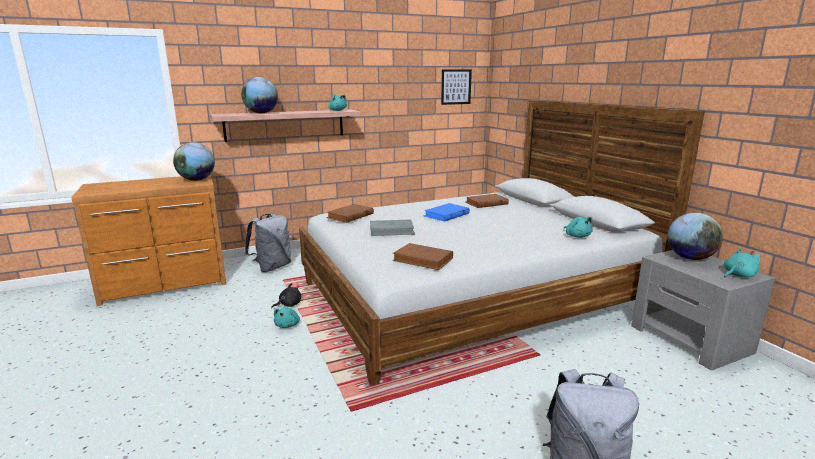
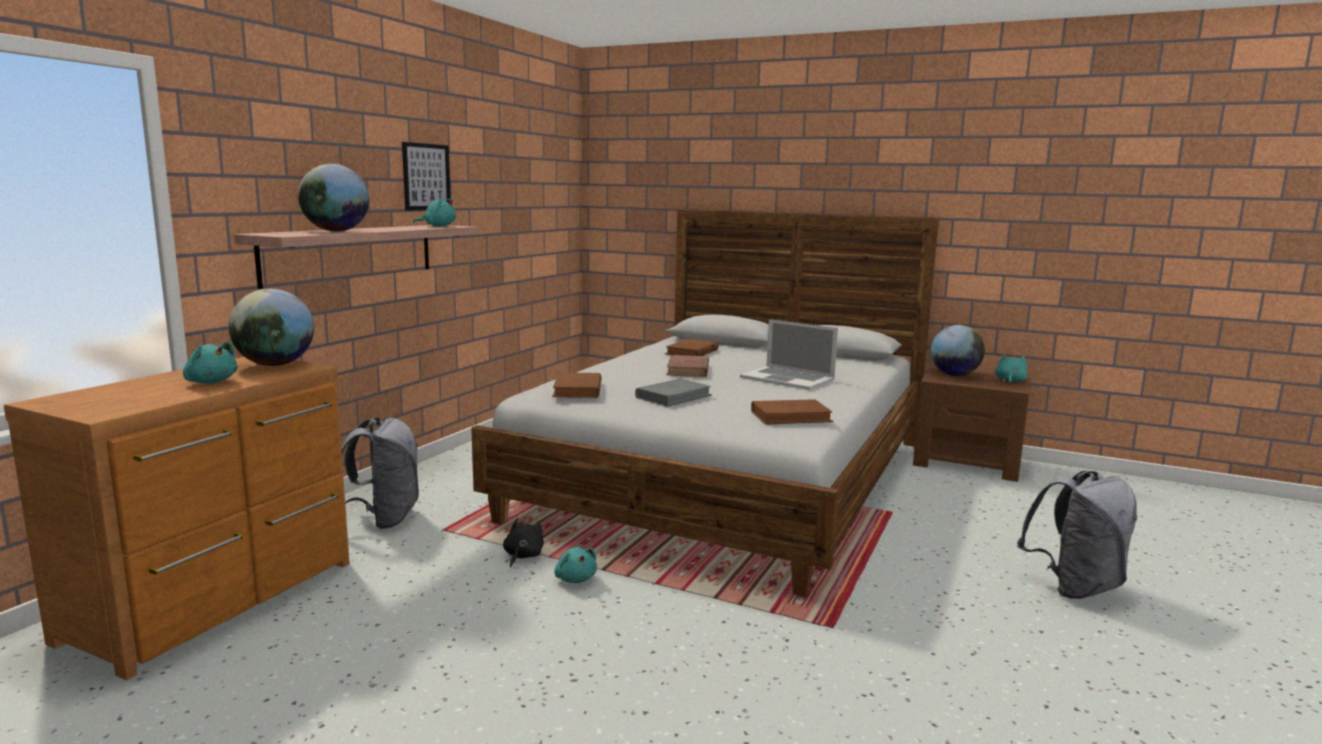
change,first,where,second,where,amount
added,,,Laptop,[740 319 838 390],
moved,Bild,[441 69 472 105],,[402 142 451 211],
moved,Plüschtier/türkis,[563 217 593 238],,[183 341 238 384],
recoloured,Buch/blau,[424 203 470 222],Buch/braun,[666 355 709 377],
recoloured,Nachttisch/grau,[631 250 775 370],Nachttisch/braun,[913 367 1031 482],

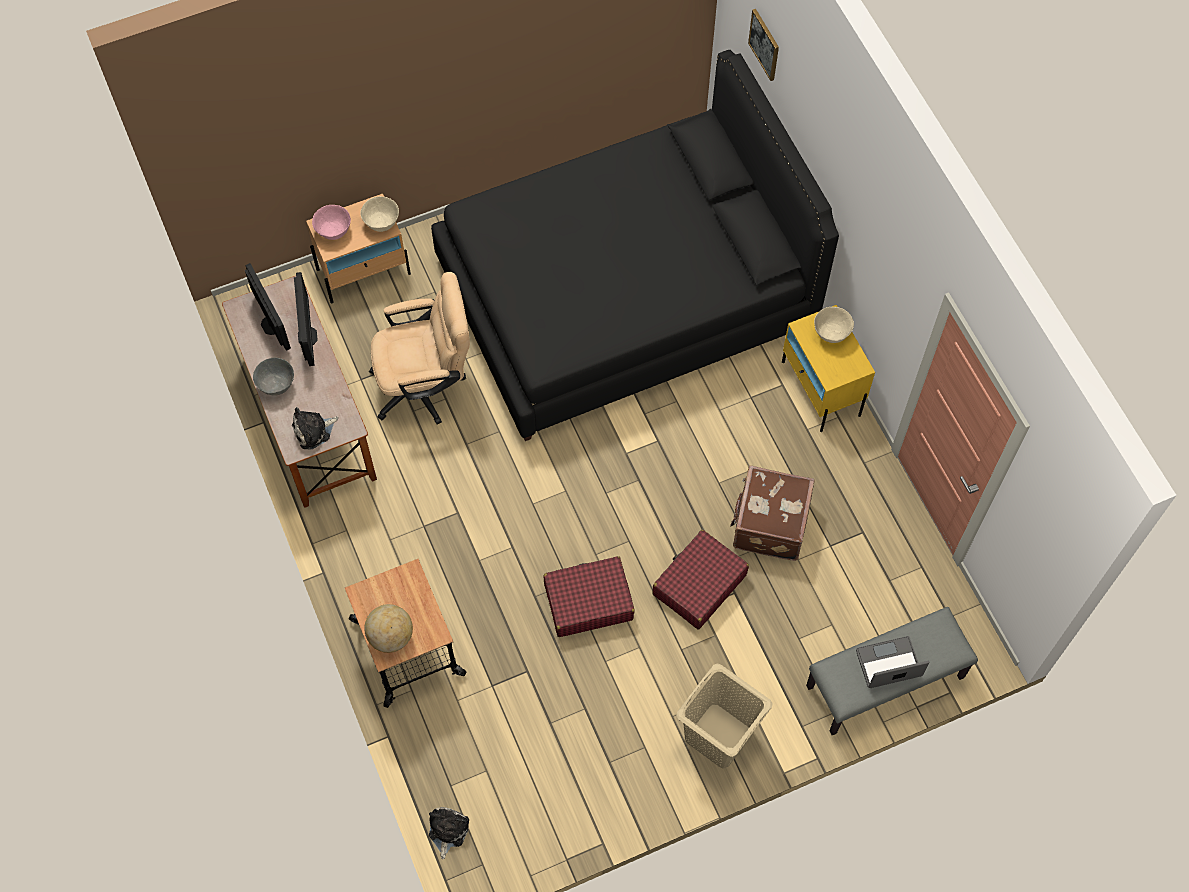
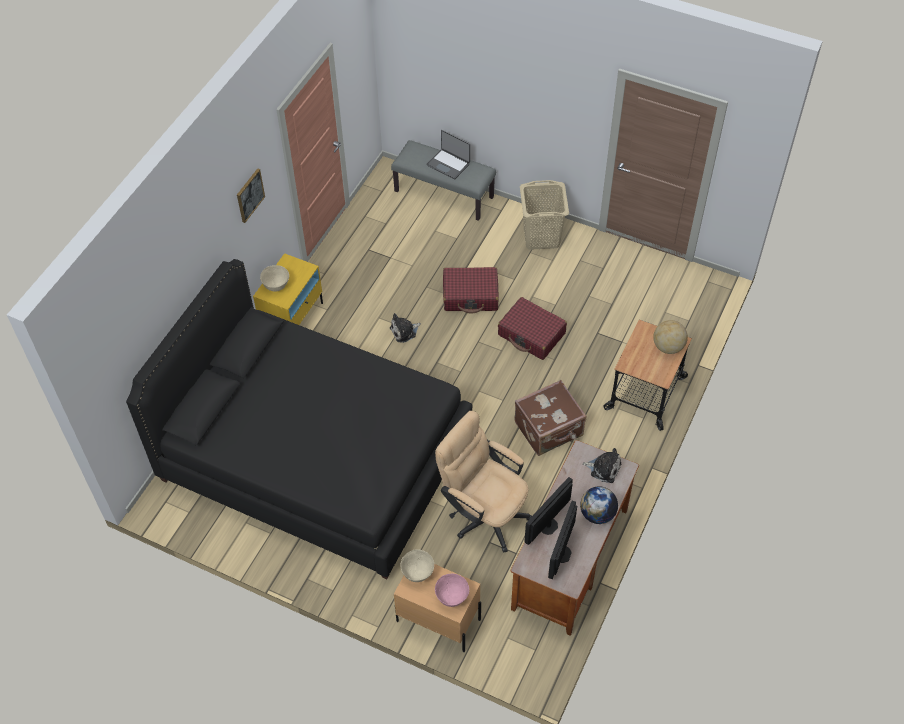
change,first,where,second,where,amount
moved,Plüschtier,[429 807 469 859],,[390 313 421 343],
moved,Koffer/braun,[730 465 815 561],,[515 380 586 456],
moved,Bild,[748 9 779 81],,[237 168 265 223],
replaced,Schüssel/grau,[253 358 294 396],Globus,[580 486 618 524],

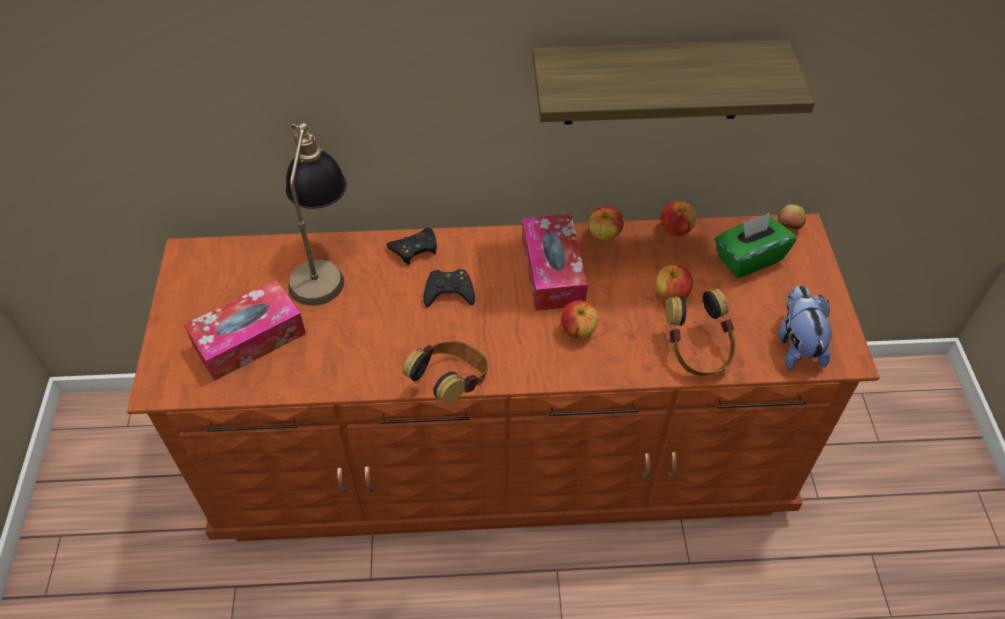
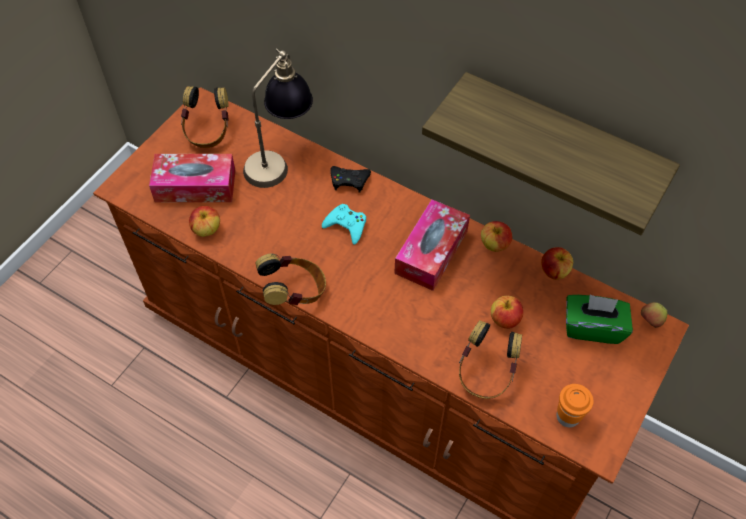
change,first,where,second,where,amount
added,,,Kopfhörer,[181 86 229 148],
moved,Apfel,[561 300 599 339],,[189 206 220 237],
replaced,Plüschtier,[778 285 831 370],Tasse/orange,[556 384 593 427],
recoloured,Gamepad/schwarz,[423 269 475 307],Gamepad/türkis,[322 204 366 245],

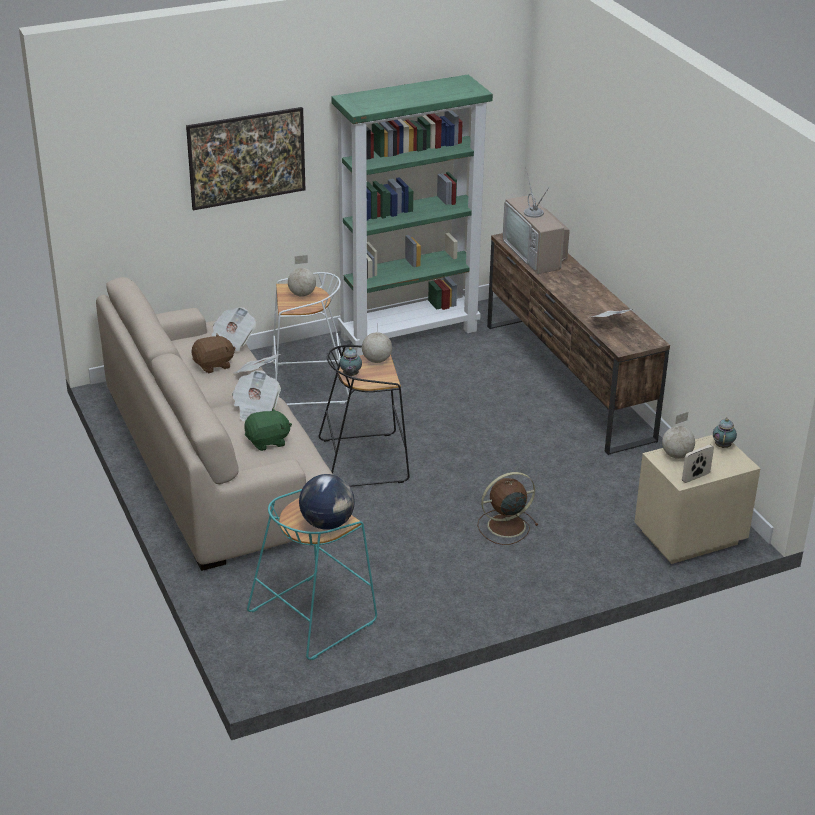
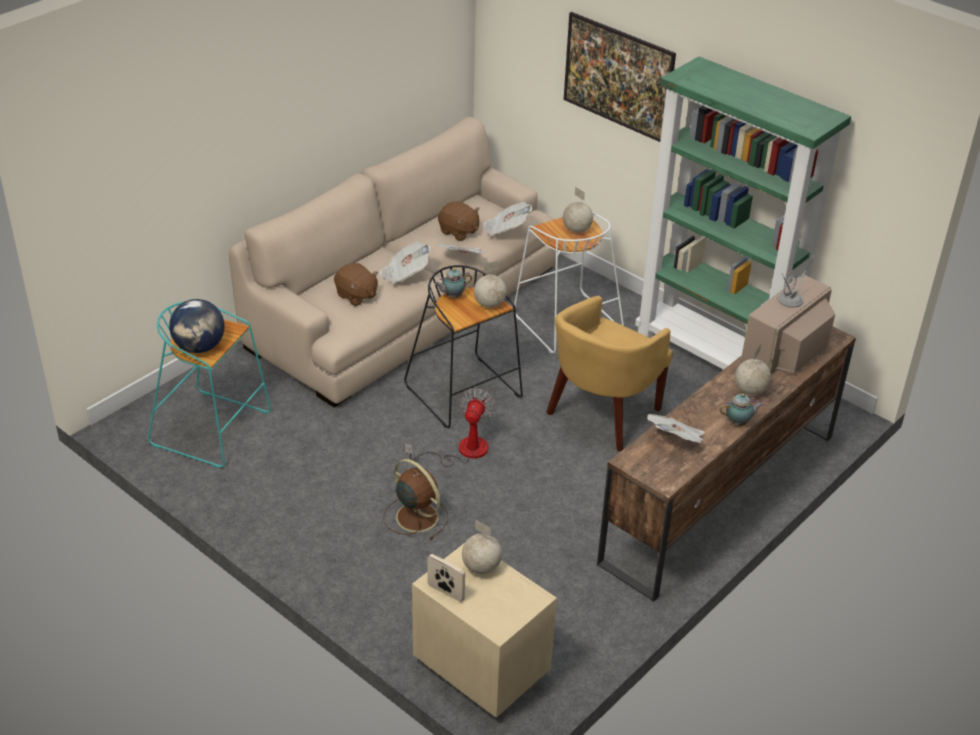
change,first,where,second,where,amount
added,,,Ventilator,[405 388 497 467],
added,,,Sessel/gelb,[547 296 673 451],
added,,,Globus,[735 343 771 395],
moved,Teekanne,[713 418 737 448],,[719 393 764 426],
recoloured,Plüschtier/grün,[244 407 292 451],Plüschtier/braun,[334 263 378 306],

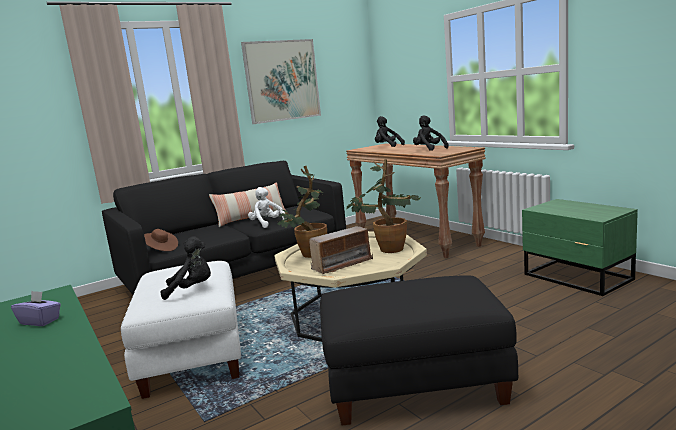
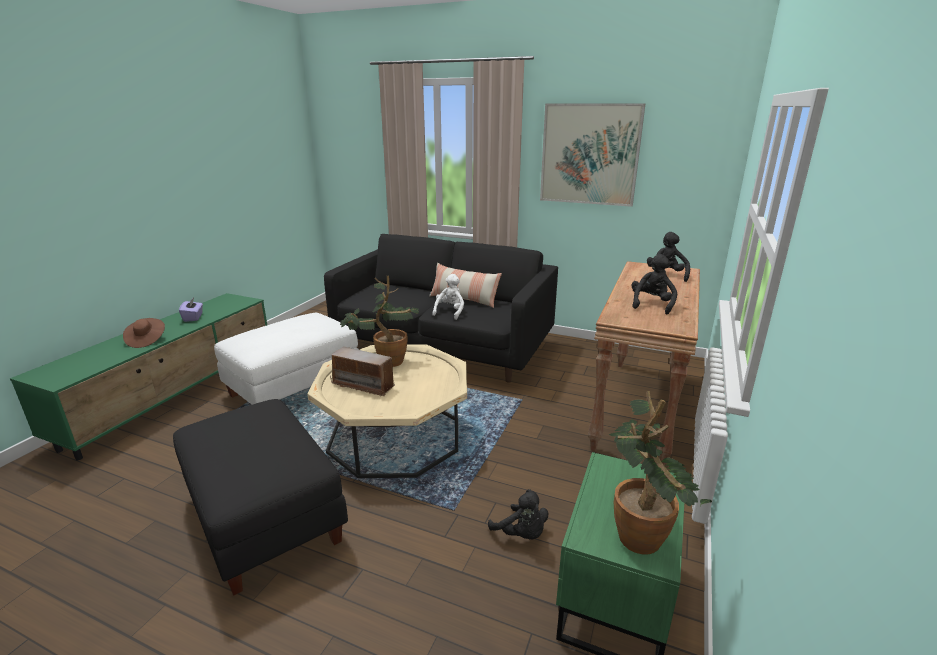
change,first,where,second,where,amount
moved,Hut/braun,[144 229 178 251],,[123 318 165 348],
moved,Plüschtier/schwarz,[160 236 211 300],,[488 489 548 539],
moved,Topfpflanze,[346 159 421 253],,[609 391 712 555],

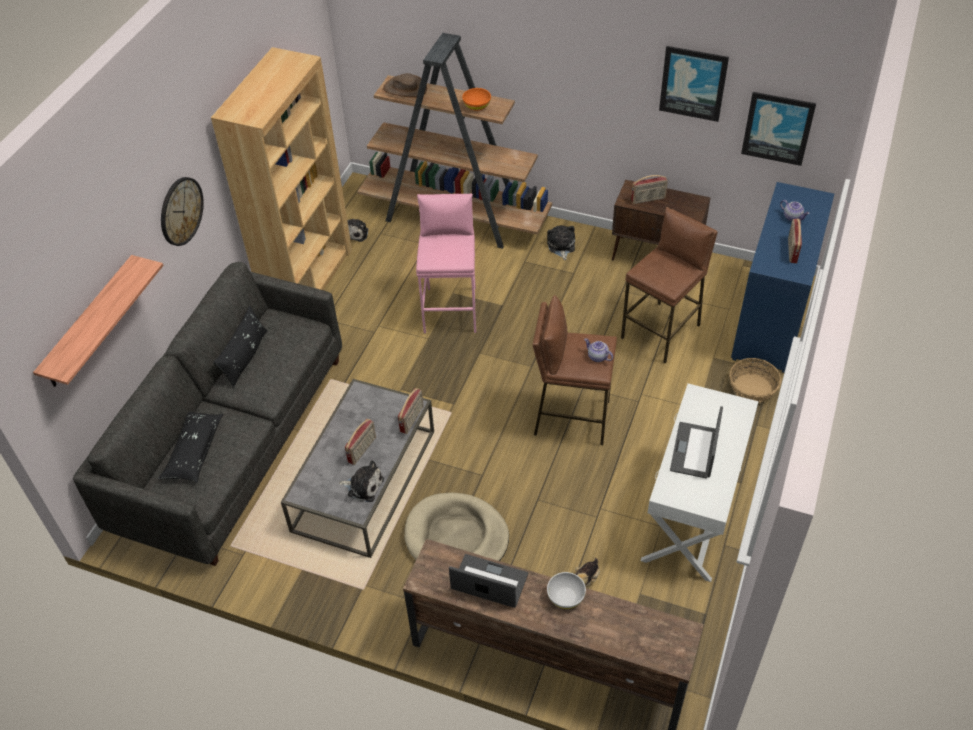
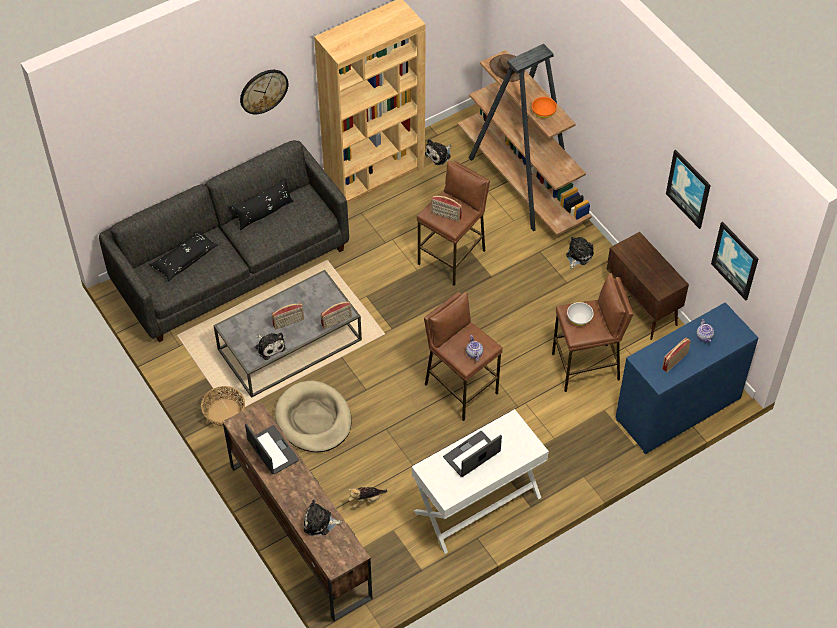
change,first,where,second,where,amount
removed,Wandregal,[33 255 164 387],,,
added,,,Plüschtier,[304 500 342 535],
moved,Schüssel/weiß,[547 572 586 609],,[567 302 594 326],
moved,Radio,[631 175 668 204],,[431 195 462 222],
moved,Korb,[730 358 781 403],,[201 386 245 427],
recoloured,Hocker/rosa,[416 193 476 334],Hocker/braun,[417 160 490 286],

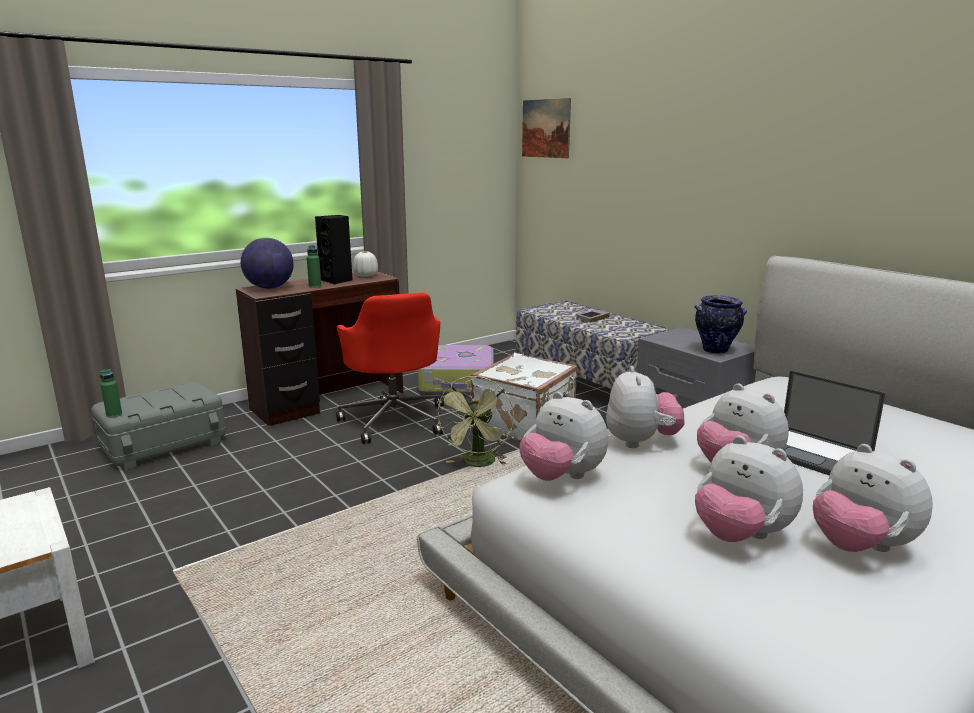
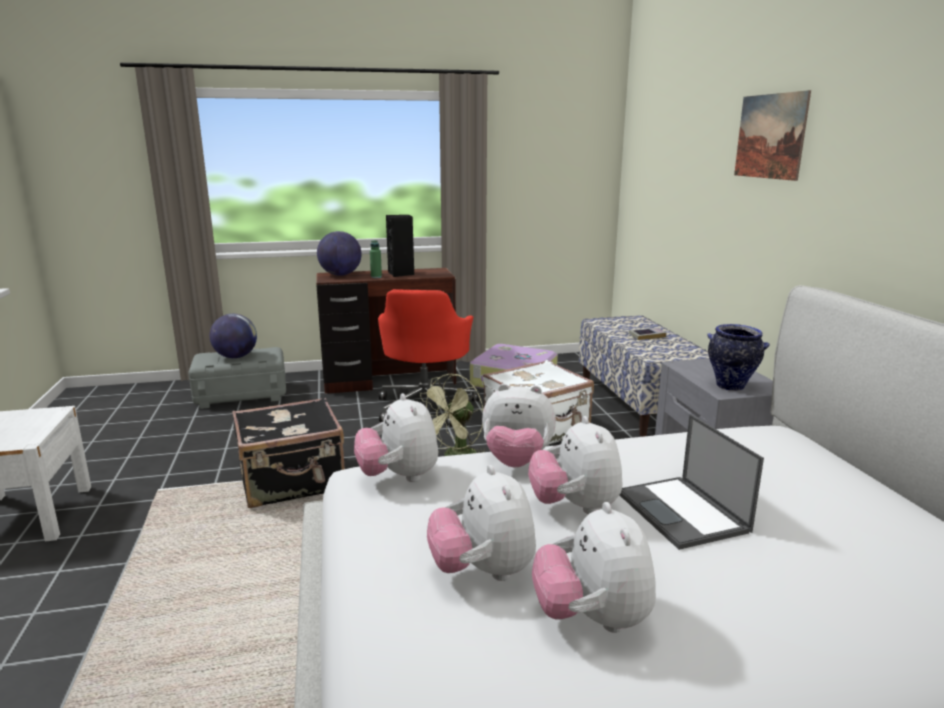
change,first,where,second,where,amount
removed,Flasche/grün,[100 369 122 418],,,
removed,Vase/weiß,[353 251 378 277],,,
added,,,Globus,[210 314 257 358],
added,,,Koffer/schwarz,[232 397 345 508],
moved,Bild,[522 98 571 158],,[734 90 811 181],
turned,Plüschtier,[606 366 685 448],,[482 384 556 467],75 degrees clockwise

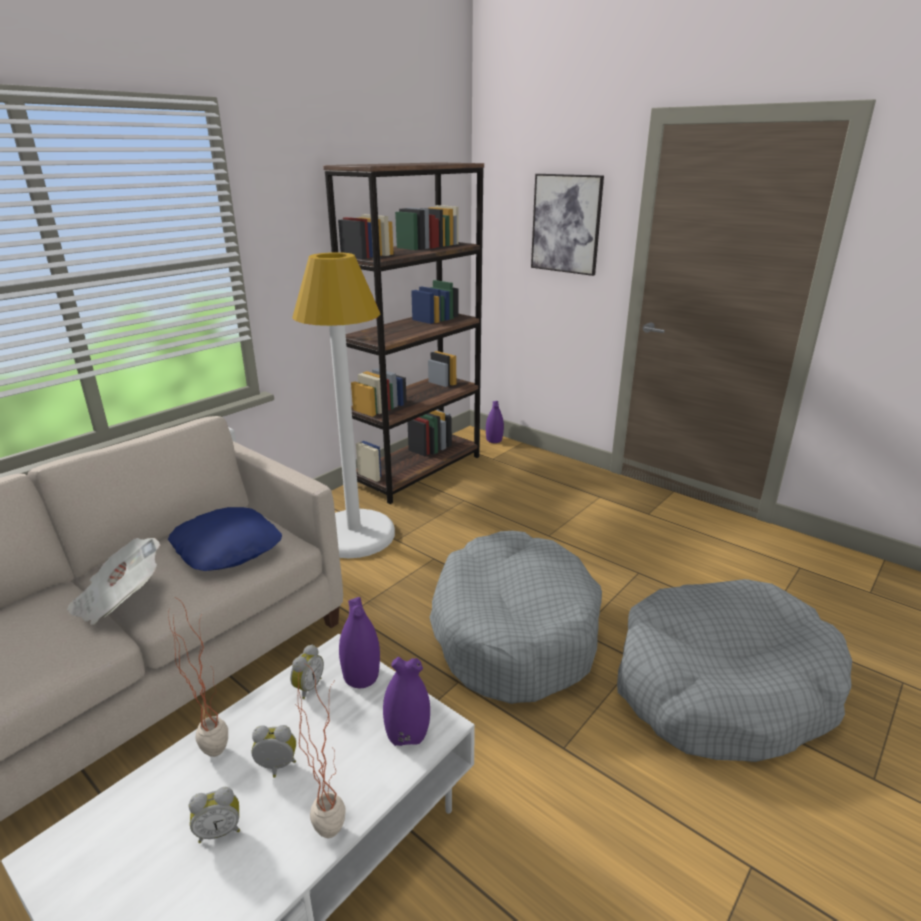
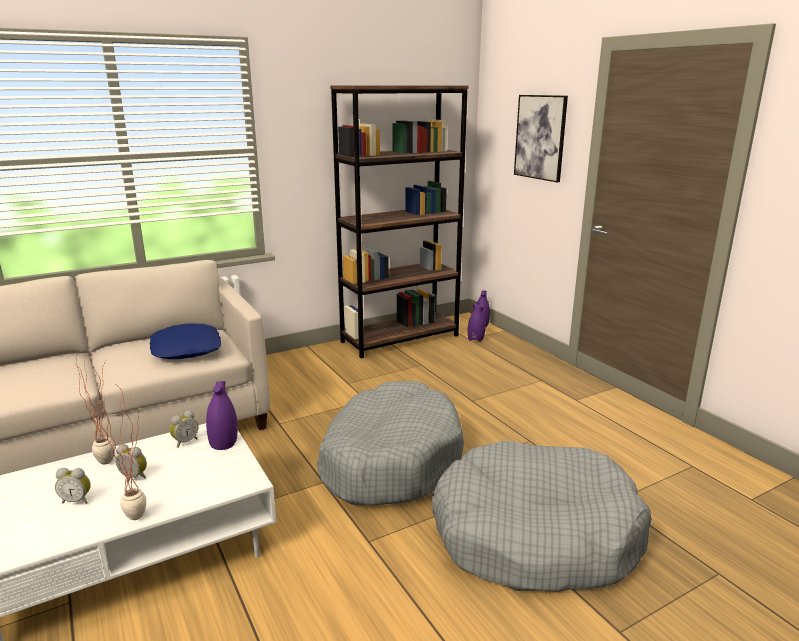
change,first,where,second,where,amount
removed,Zeitung,[67 538 160 625],,,
removed,Stehlampe/weiß,[292 252 395 558],,,
moved,Vase/lila,[383 657 430 746],,[468 303 486 341],

